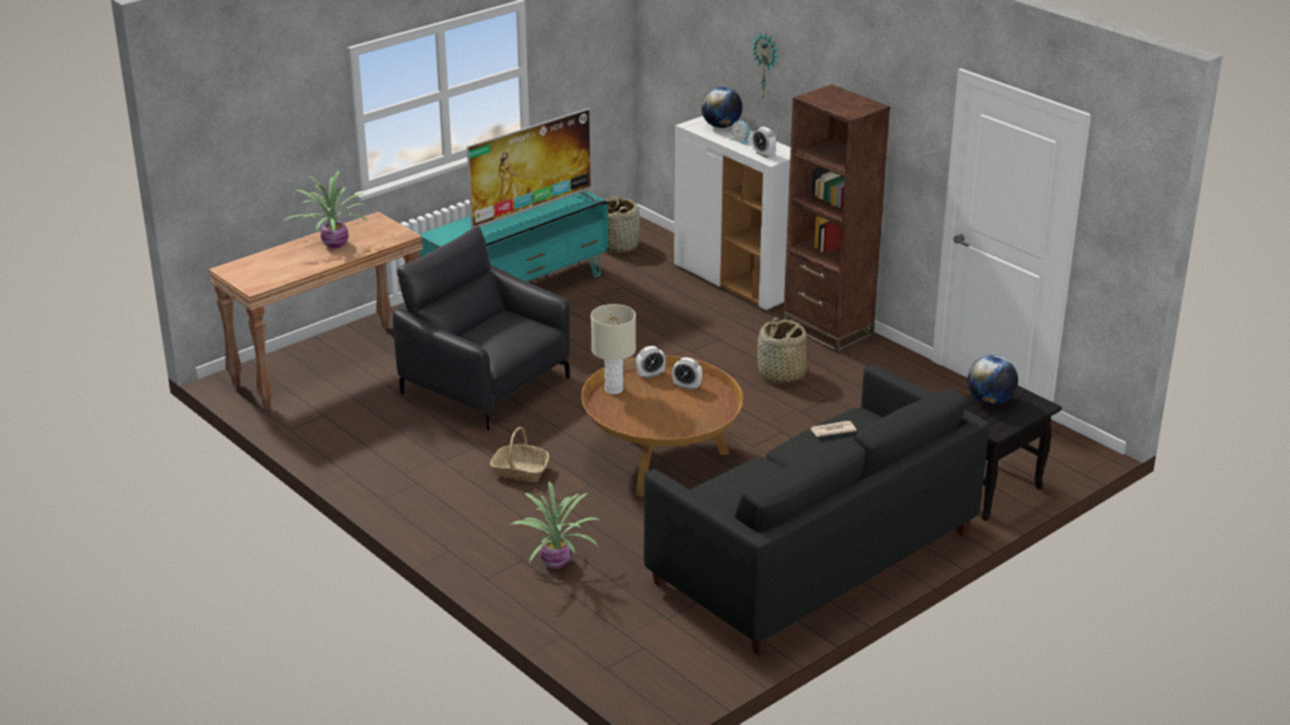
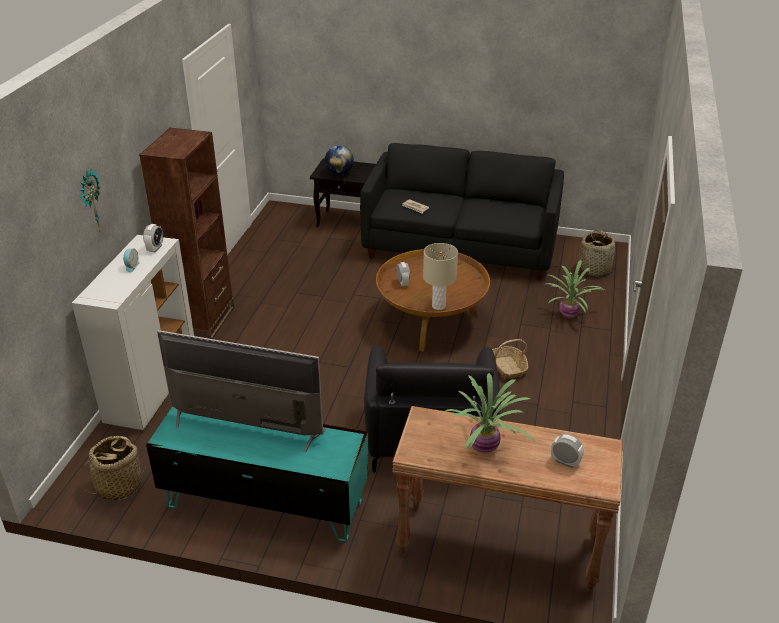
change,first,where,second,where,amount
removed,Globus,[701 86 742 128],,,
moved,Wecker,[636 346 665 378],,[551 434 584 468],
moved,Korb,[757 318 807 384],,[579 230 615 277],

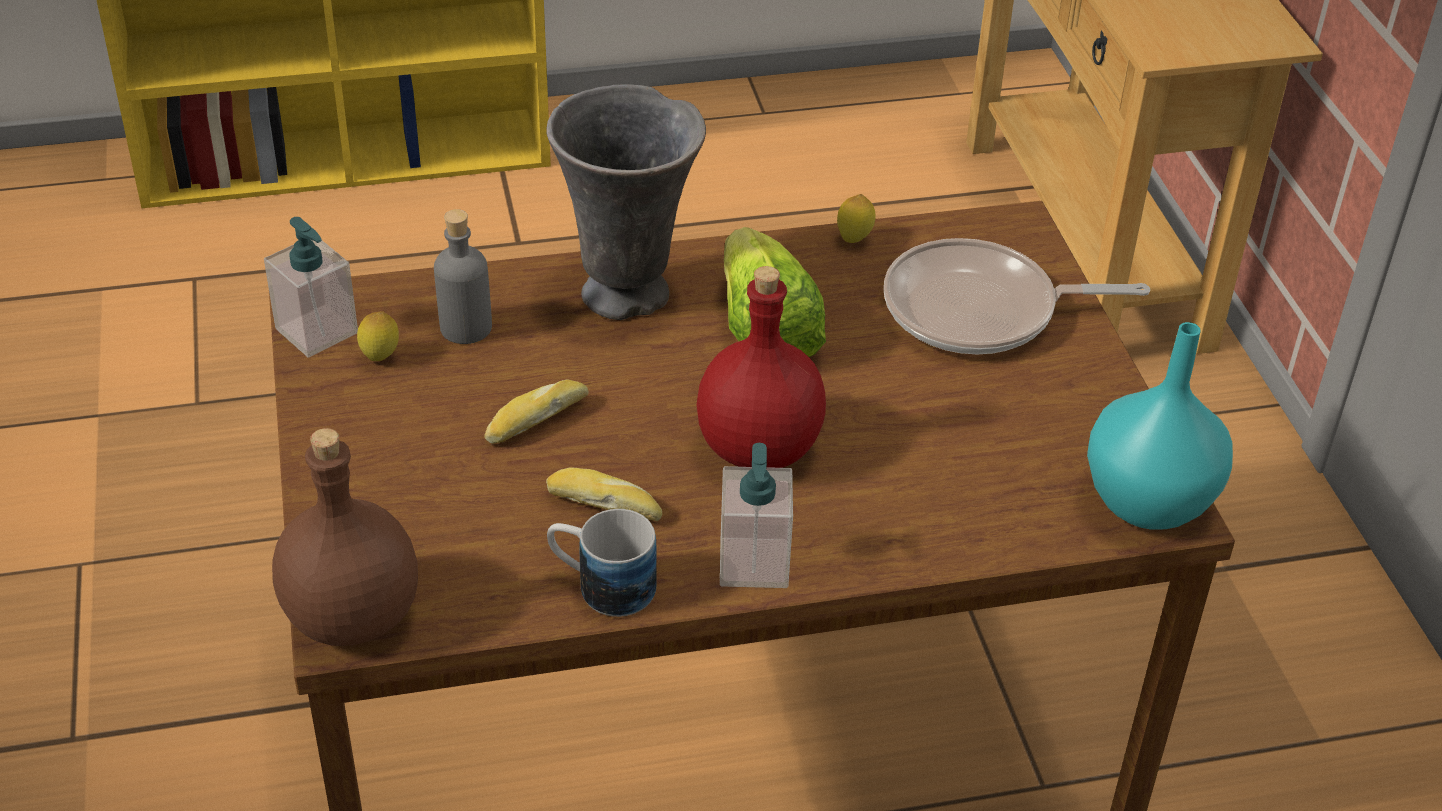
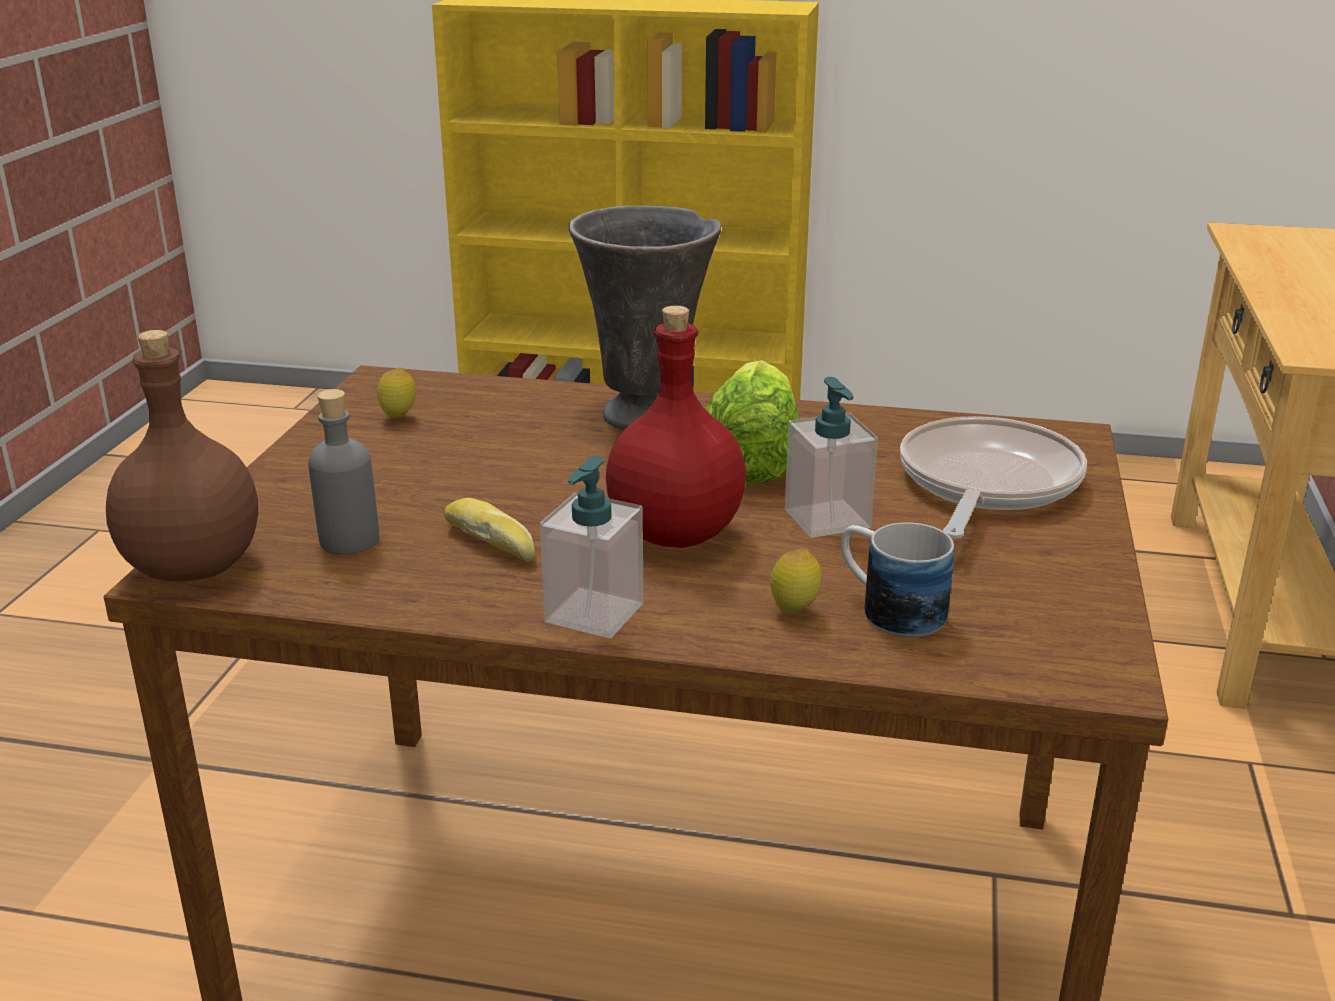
change,first,where,second,where,amount
removed,Brot,[484 380 589 444],,,
removed,Vase/türkis,[1087 322 1233 530],,,
moved,Seifenspender,[264 217 358 357],,[785 377 878 538],
moved,Flasche/grau,[434 209 492 344],,[308 389 379 555],
moved,Henkelbecher,[547 509 657 617],,[841 522 954 637],
moved,Zitrone,[837 194 876 243],,[770 548 822 613],
turned,Pfanne,[884 238 1150 354],,[900 416 1087 538],90 degrees clockwise

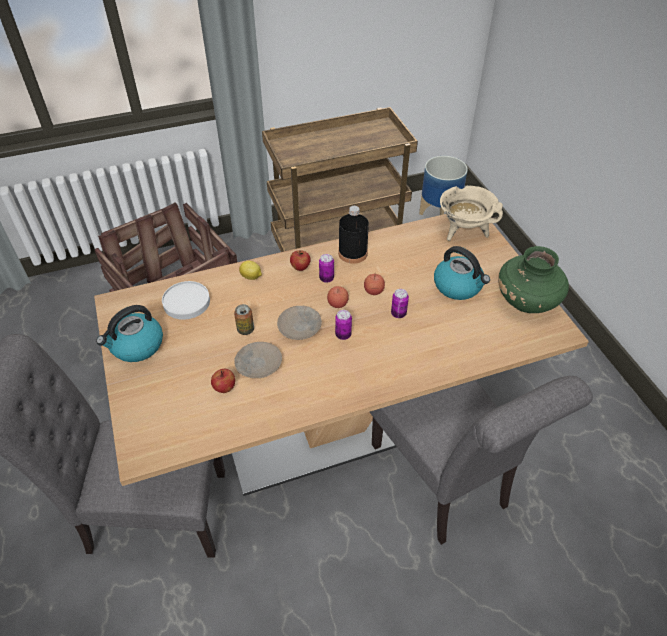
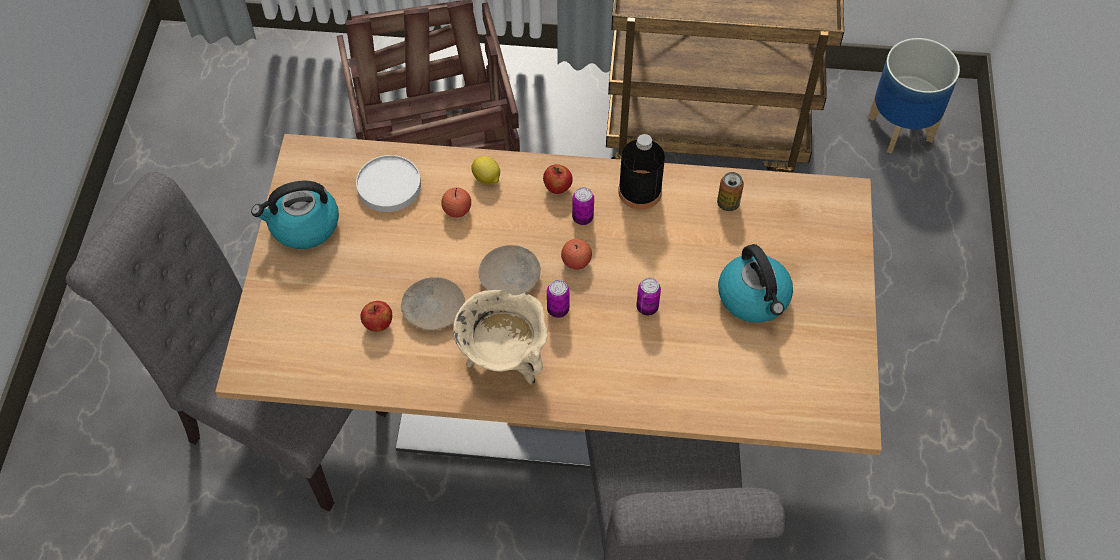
change,first,where,second,where,amount
removed,Vase/grün,[498 246 569 313],,,
moved,Dose,[234 304 254 335],,[717 172 744 211],
moved,Apfel,[364 274 385 295],,[441 187 471 218],
moved,Kochtopf/beige,[440 185 503 241],,[453 290 548 385],

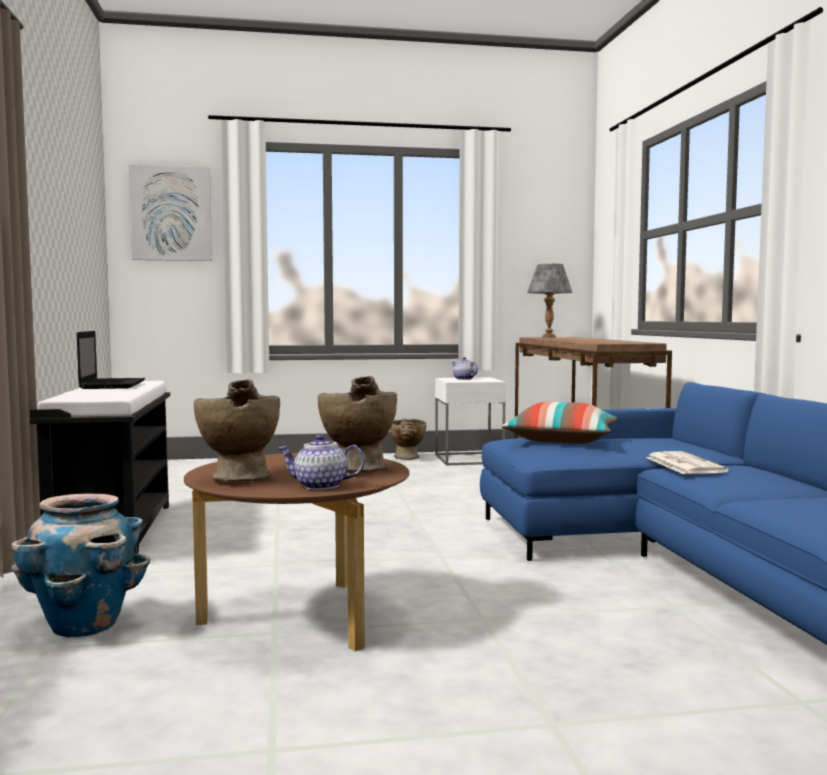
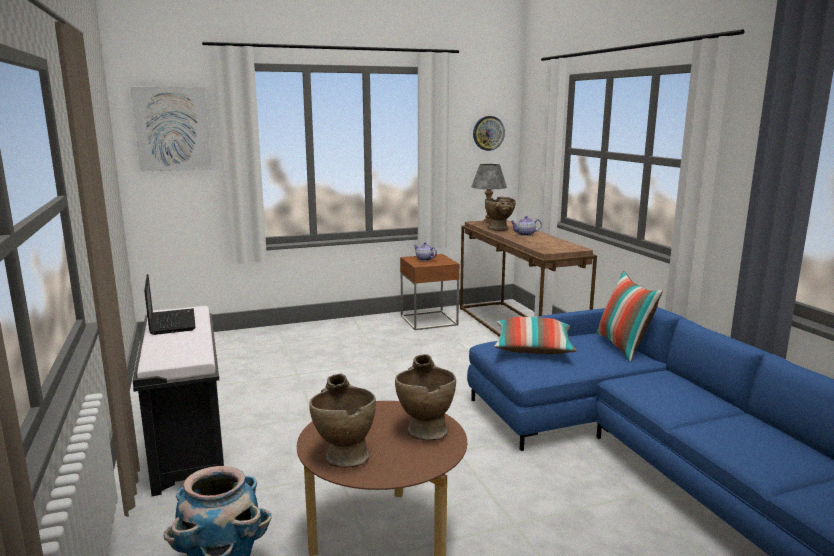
change,first,where,second,where,amount
removed,Zeitung,[646 451 729 474],,,
added,,,Wanduhr,[473 116 505 151],
added,,,Kissen,[596 271 663 362],
moved,Teekanne,[278 435 365 490],,[511 216 542 236],
moved,Vase/beige,[390 419 426 460],,[485 197 516 231],
recoloured,Beistelltisch/weiß,[435 377 506 465],Beistelltisch/braun,[400 254 460 330],

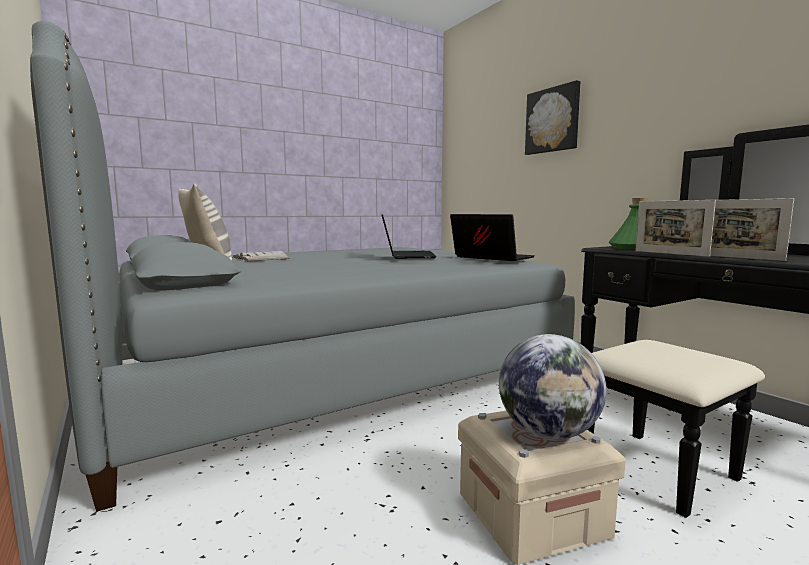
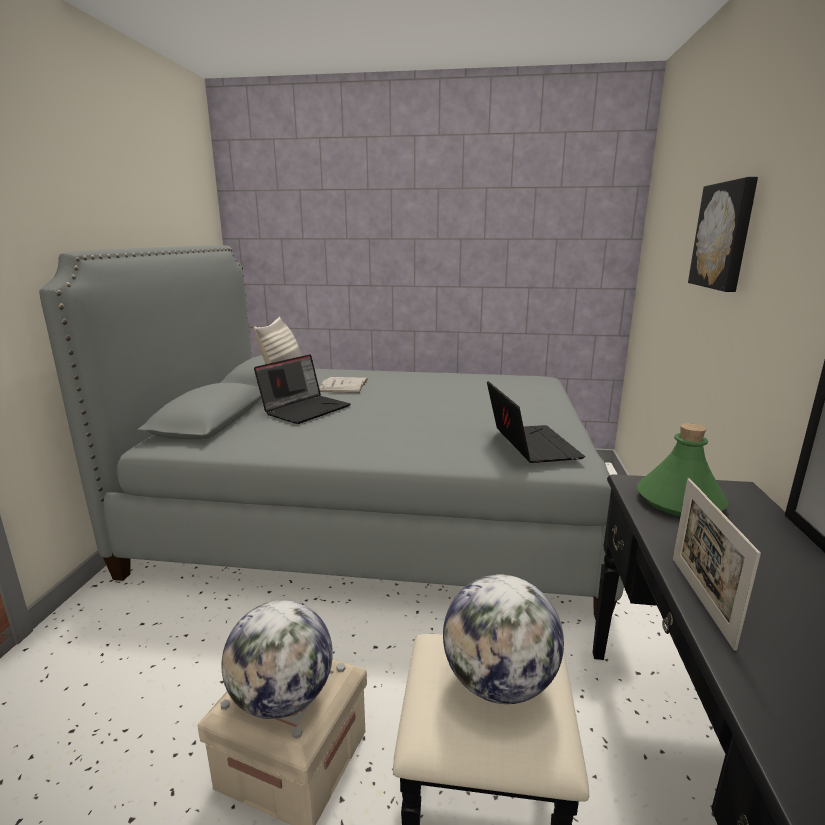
change,first,where,second,where,amount
removed,Bilderrahmen,[635 200 716 257],,,
added,,,Globus,[443 575 564 704],
moved,Laptop,[381 214 437 259],,[254 354 350 424],

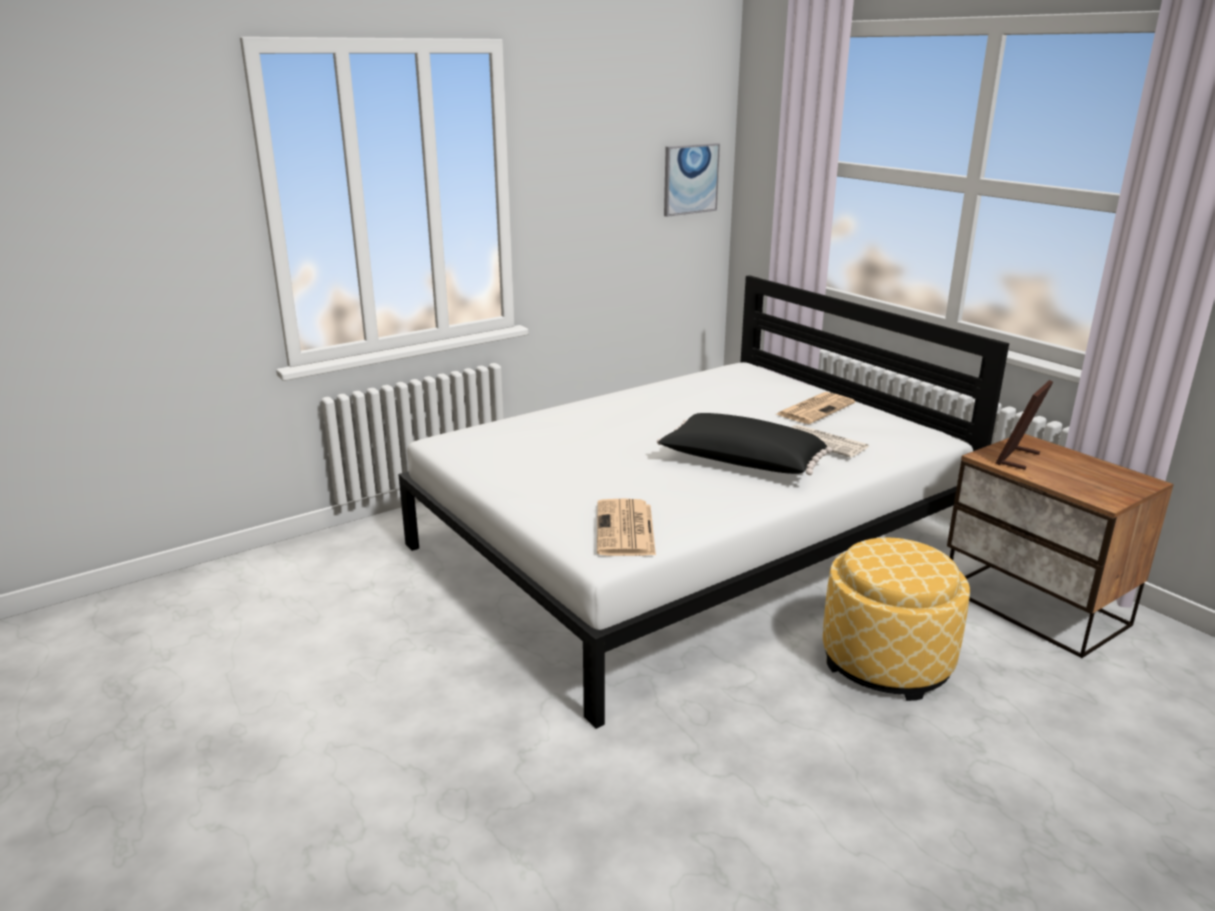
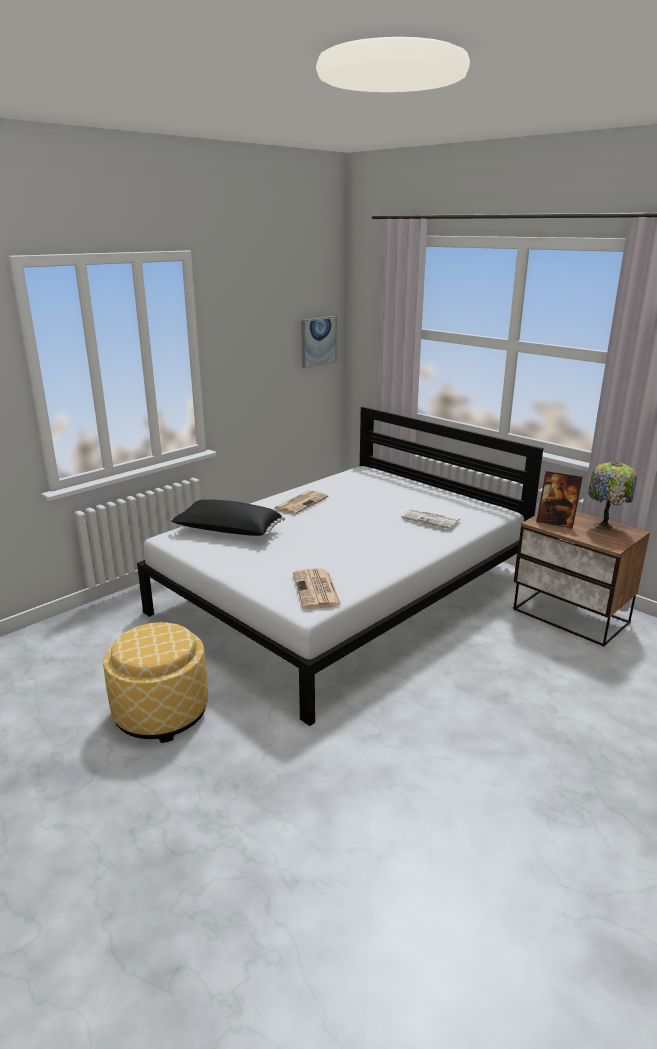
change,first,where,second,where,amount
added,,,Tischlampe,[588 462 637 530],
moved,Kissen/schwarz,[657 413 832 475],,[171 499 285 536],
moved,Zeitung,[777 392 855 424],,[273 490 329 514],
moved,Polsterhocker,[823 537 970 701],,[103 622 208 743],
turned,Bilderrahmen,[996 380 1053 470],,[536 471 583 529],90 degrees counterclockwise

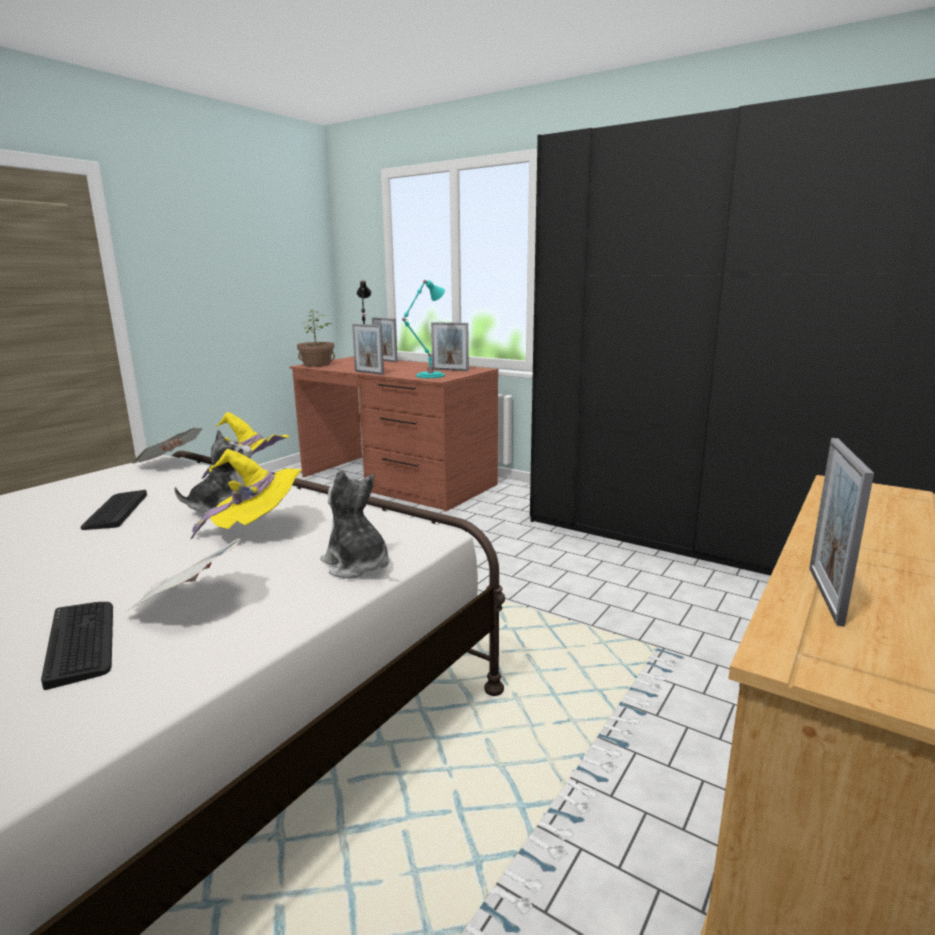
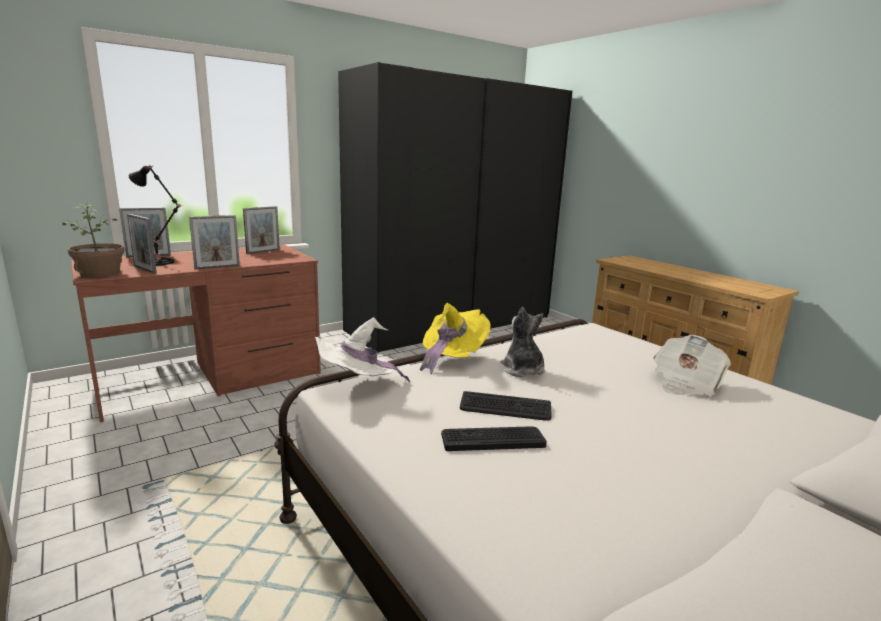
change,first,where,second,where,amount
removed,Hut/gelb,[190 449 302 540],,,
removed,Plüschtier,[320 469 389 579],,,
removed,Tischlampe/türkis,[402 280 445 378],,,
moved,Tastatur,[41 602 113 690],,[441 426 547 451],
moved,Bilderrahmen,[809 438 874 627],,[127 214 157 274],
replaced,Zeitung,[133 428 202 464],Hut/weiß,[315 318 410 382],

